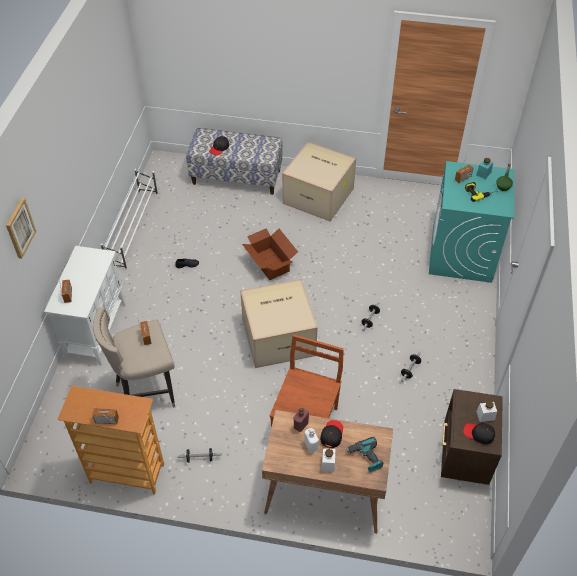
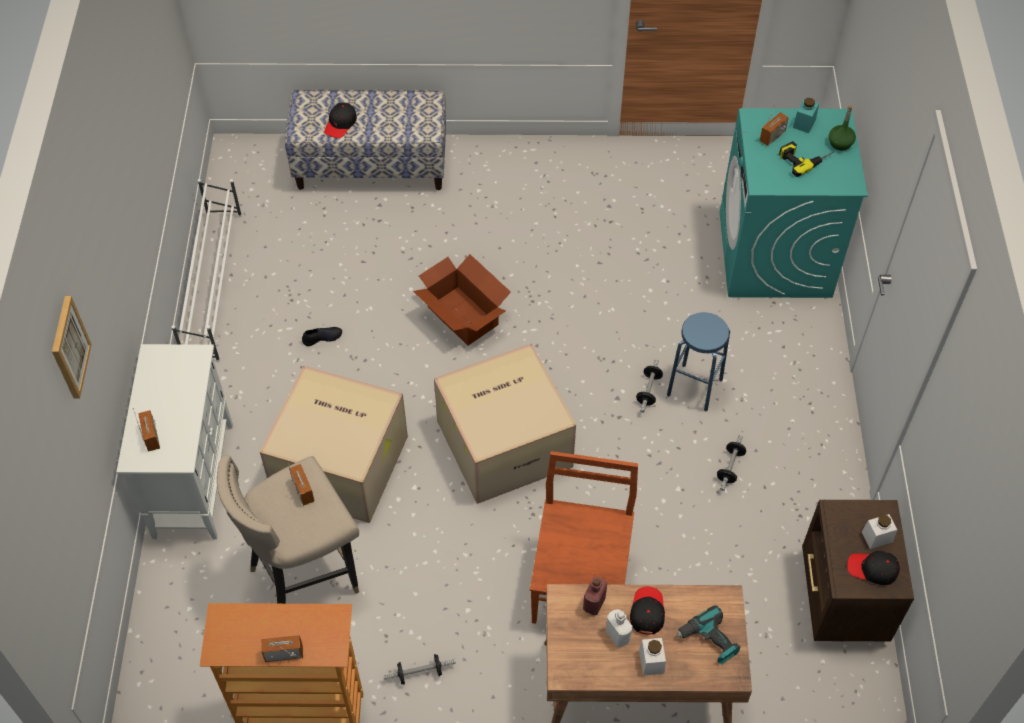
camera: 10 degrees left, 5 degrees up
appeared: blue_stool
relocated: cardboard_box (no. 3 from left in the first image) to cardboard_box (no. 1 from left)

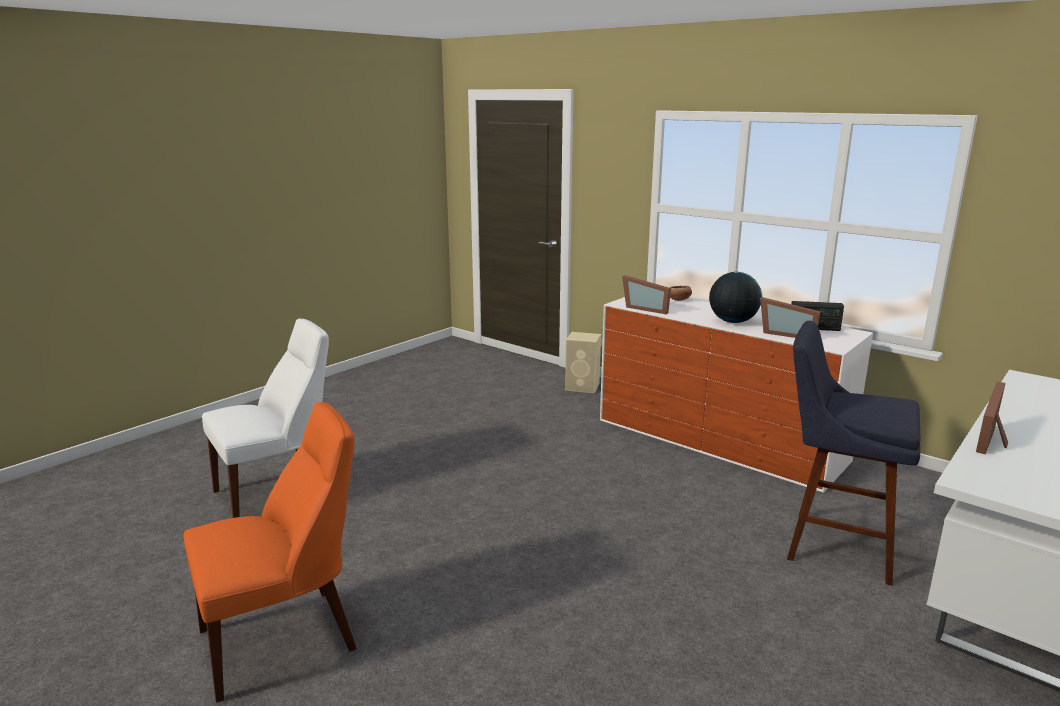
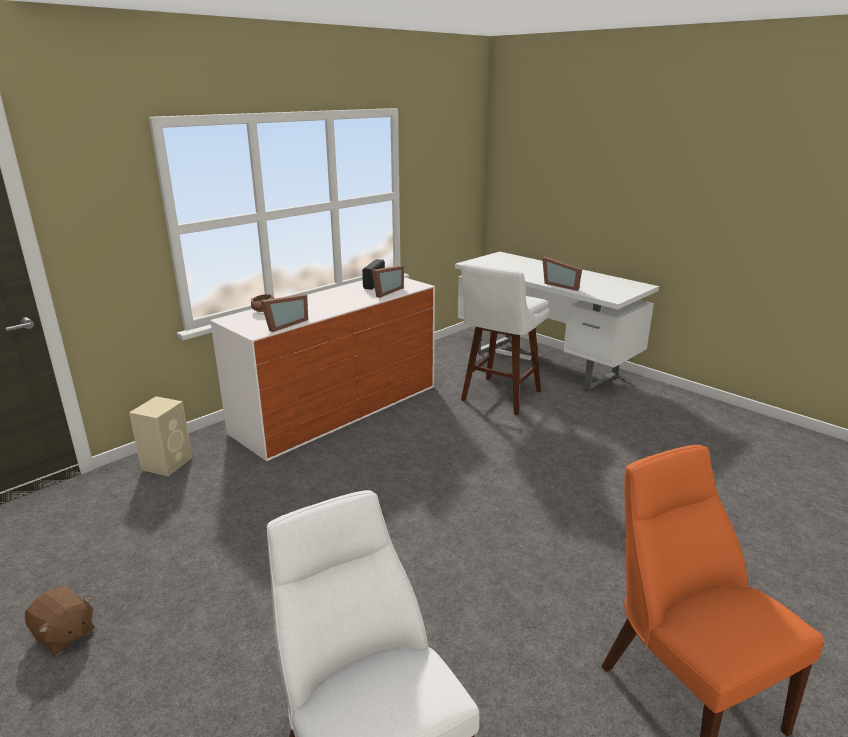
camera: 85 degrees left, 5 degrees up
missing: globe
appeared: brown_plush_toy
colour: blue_stool to white_stool

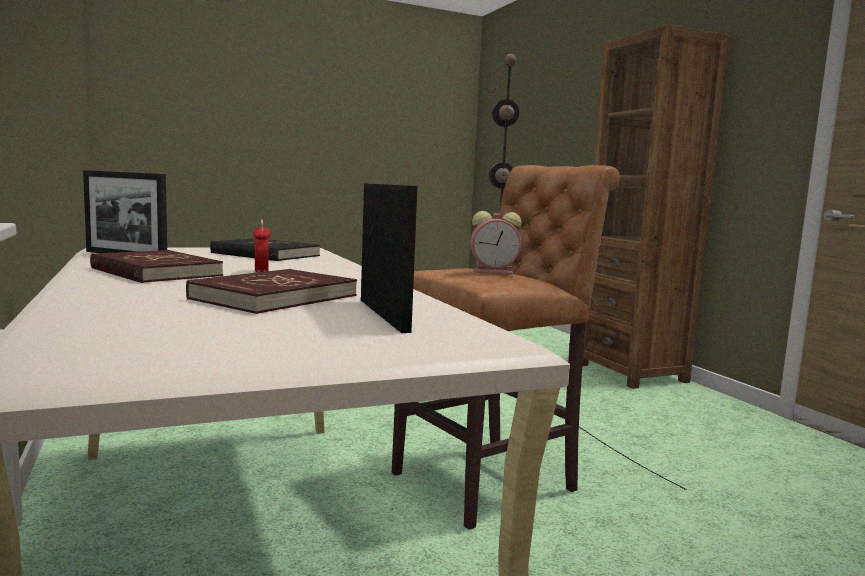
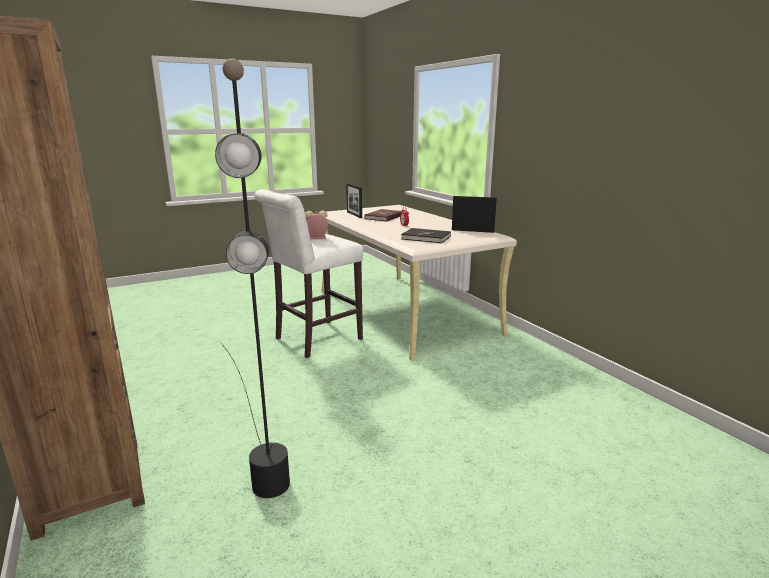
camera: 175 degrees right, 10 degrees up
missing: red_book (no. 1 from left)
colour: brown_stool to white_stool

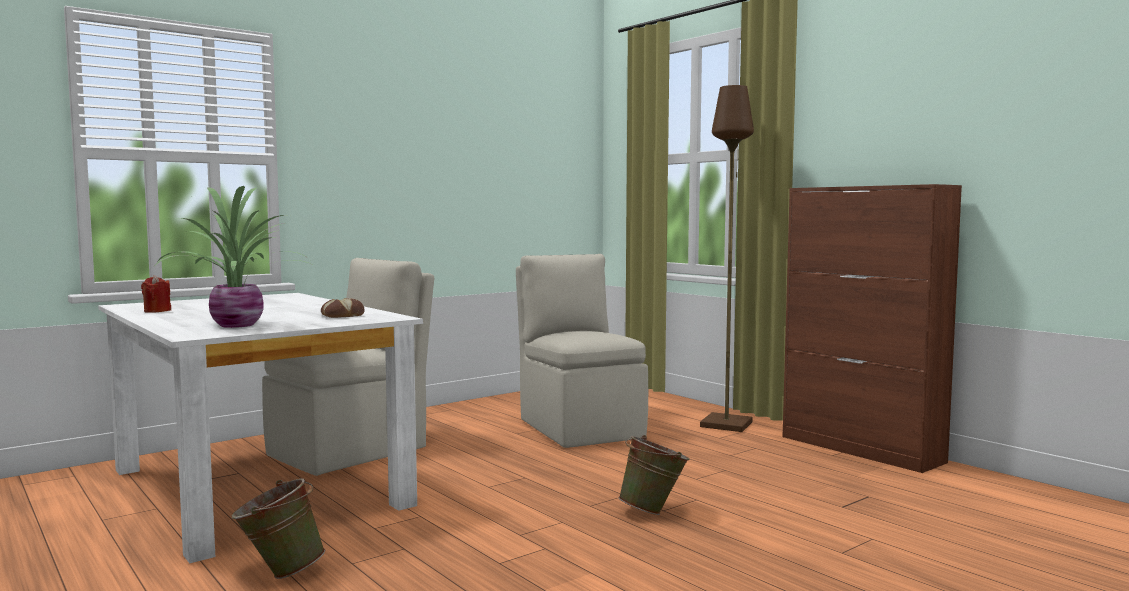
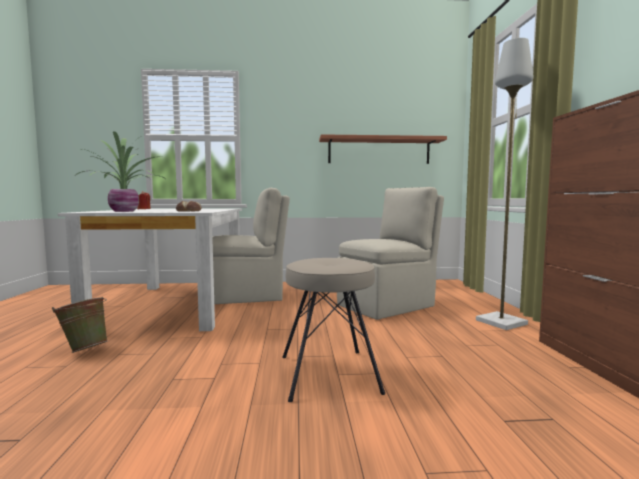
camera: 35 degrees right, 0 degrees up
appeared: shelf
exchanged: green_bucket (no. 2 from left) to beige_stool
colour: brown_floor_lamp to grey_floor_lamp
spun: beige_chair (no. 2 from left) 45 degrees clockwise

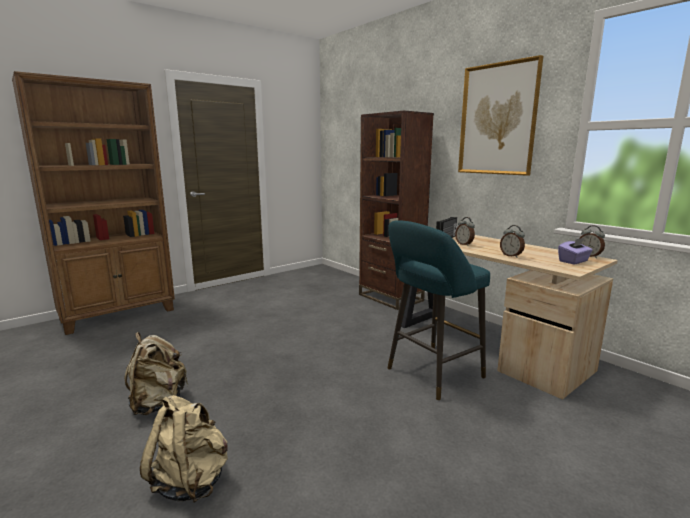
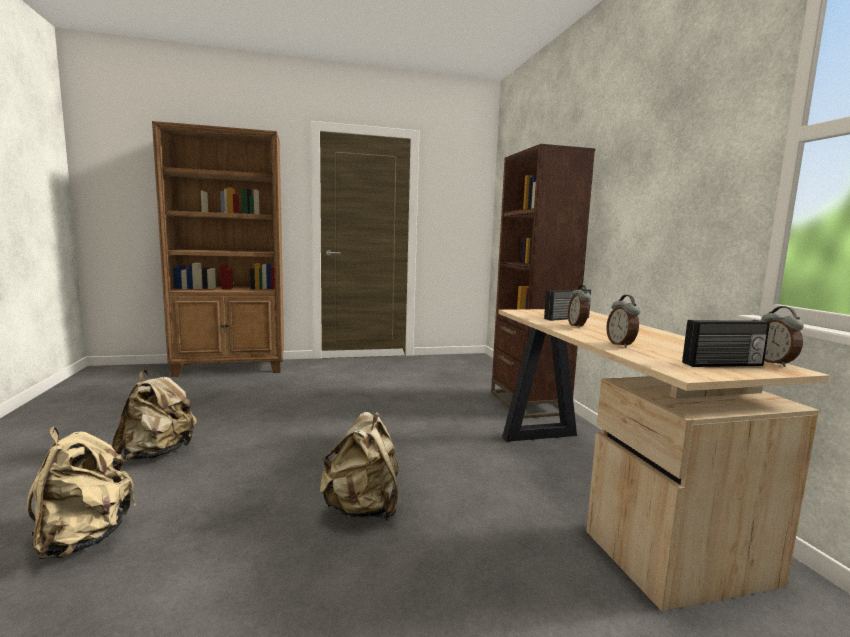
camera: 25 degrees right, 5 degrees down
missing: turquoise_stool; picture
appeared: beige_backpack (no. 3 from left)
exchanged: purple_tissue_box to radio (no. 2 from left)

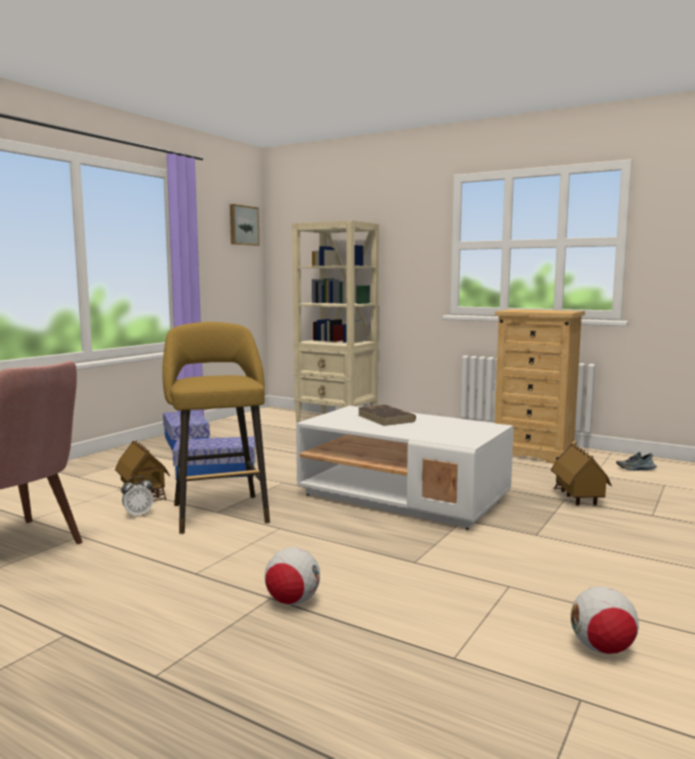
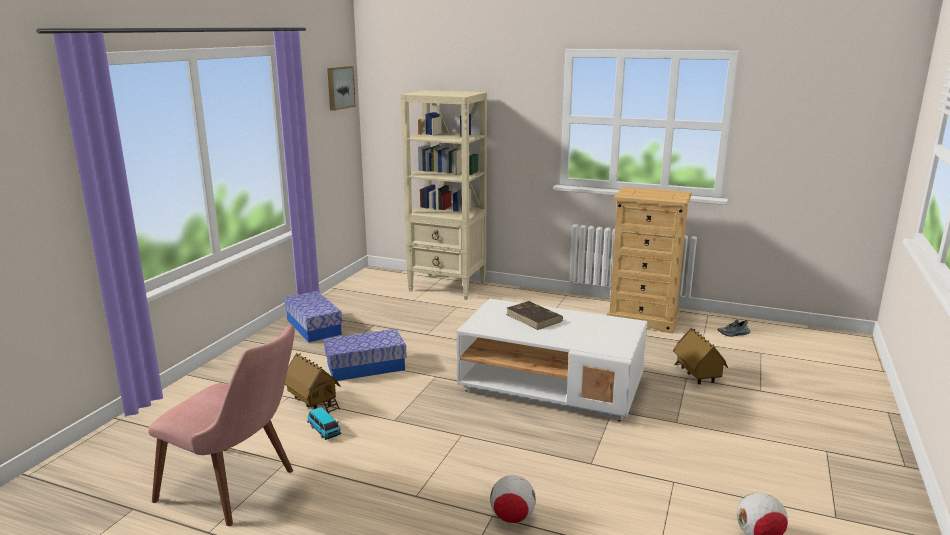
camera: 10 degrees left, 10 degrees up
missing: yellow_stool
exchanged: alarm_clock to toy_car

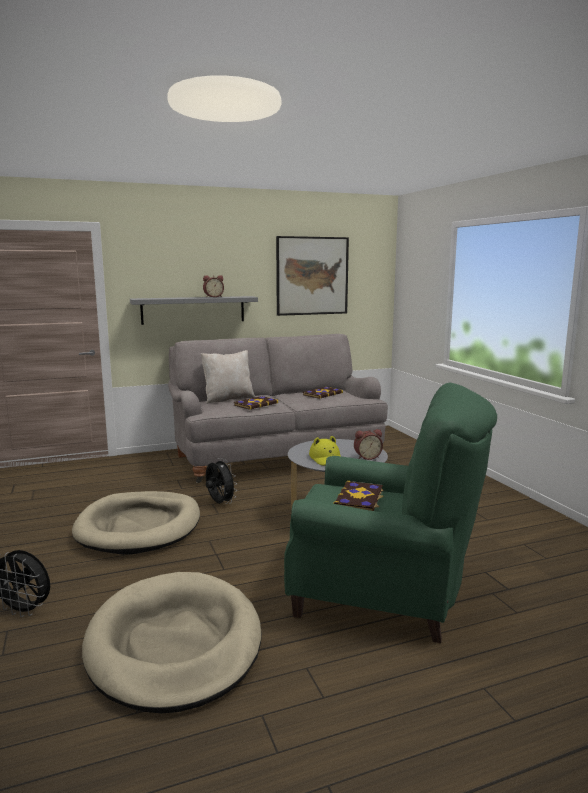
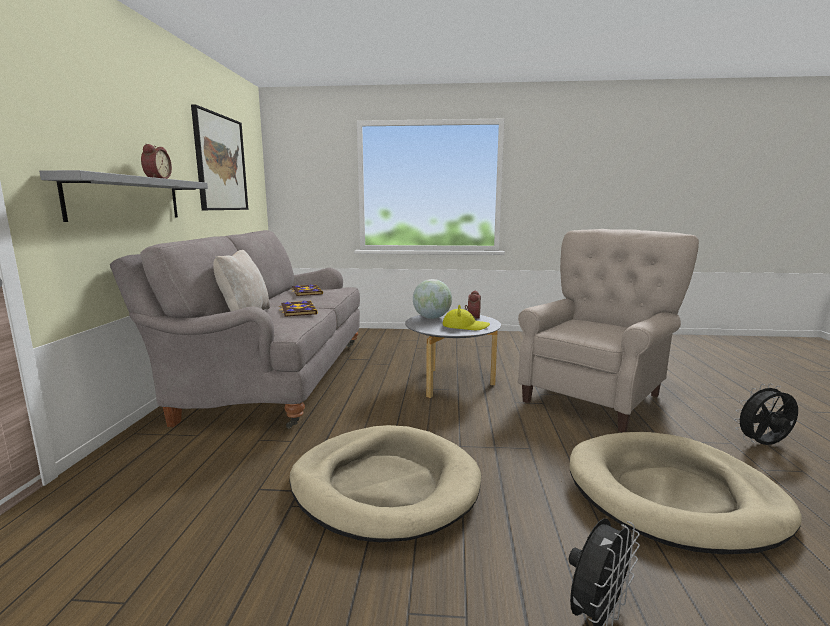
camera: 65 degrees left, 0 degrees up
missing: book (no. 3 from left)
appeared: globe
relocated: black_fan (no. 2 from left)
colour: green_armchair to beige_armchair

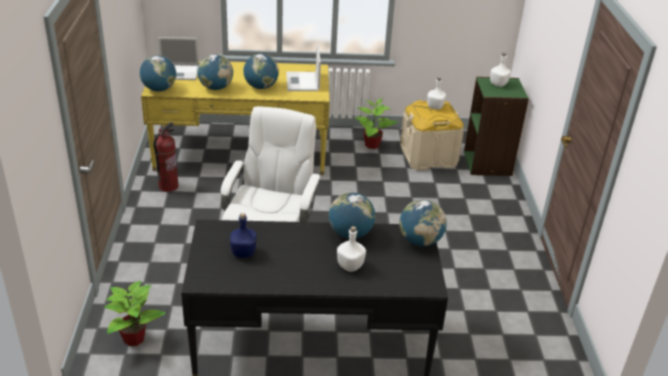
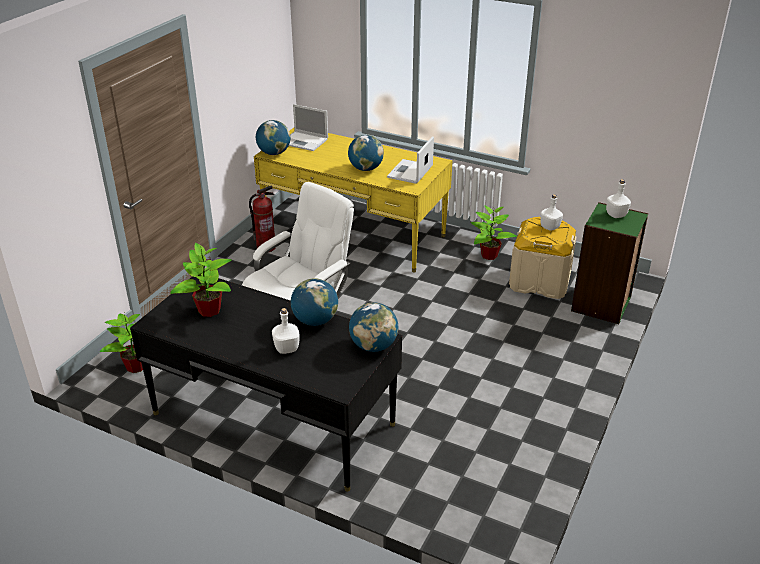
camera: 30 degrees right, 0 degrees up
missing: globe (no. 2 from left)
exchanged: blue_bottle to potted_plant (no. 2 from left)

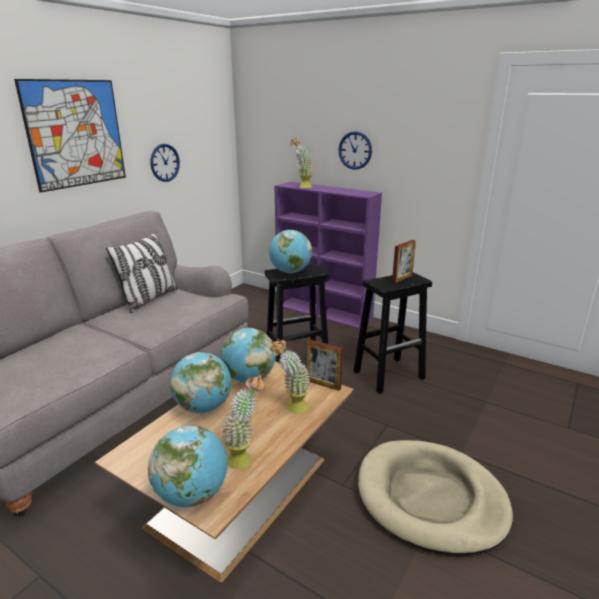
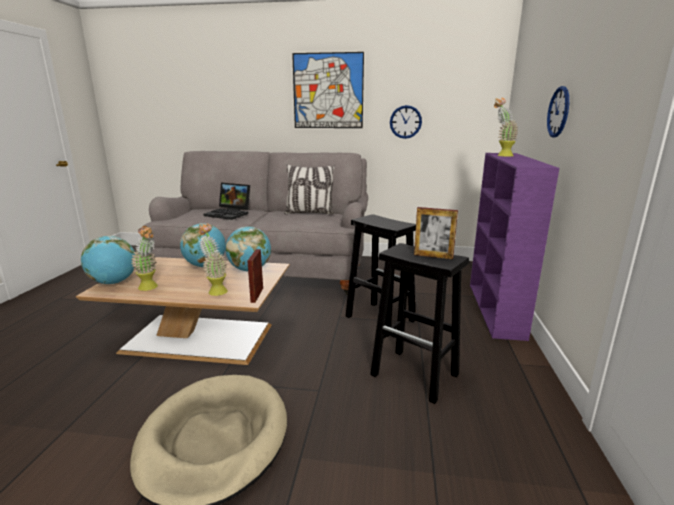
camera: 65 degrees right, 5 degrees down
missing: globe (no. 4 from left)
appeared: laptop

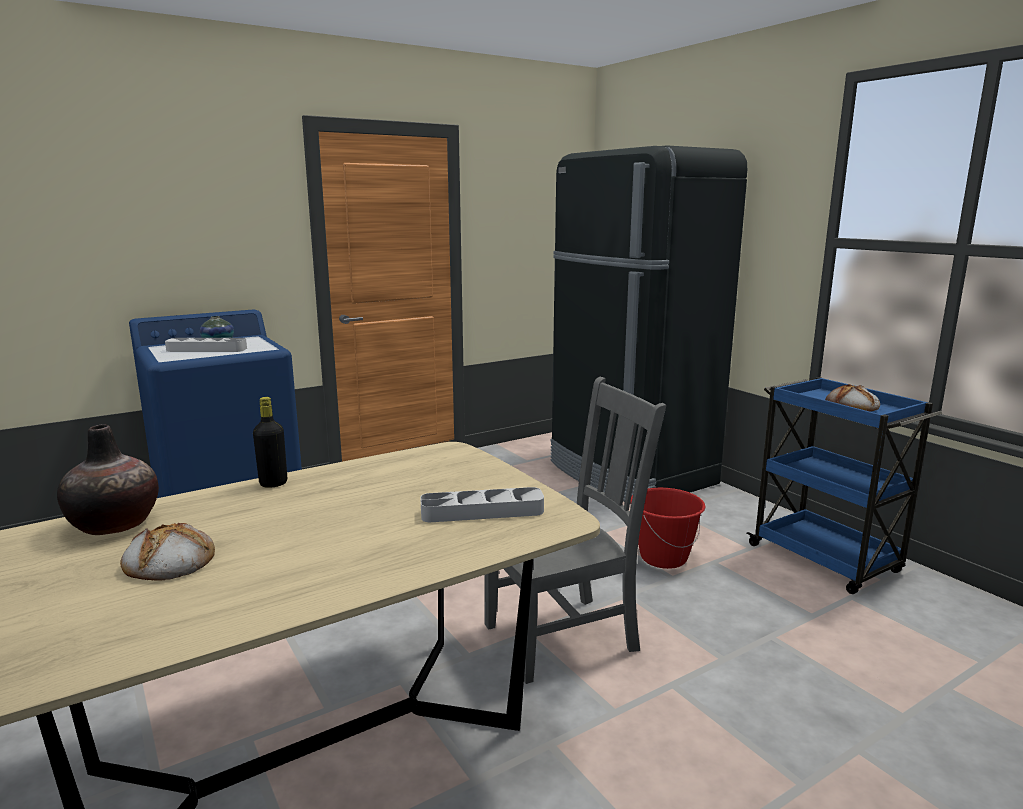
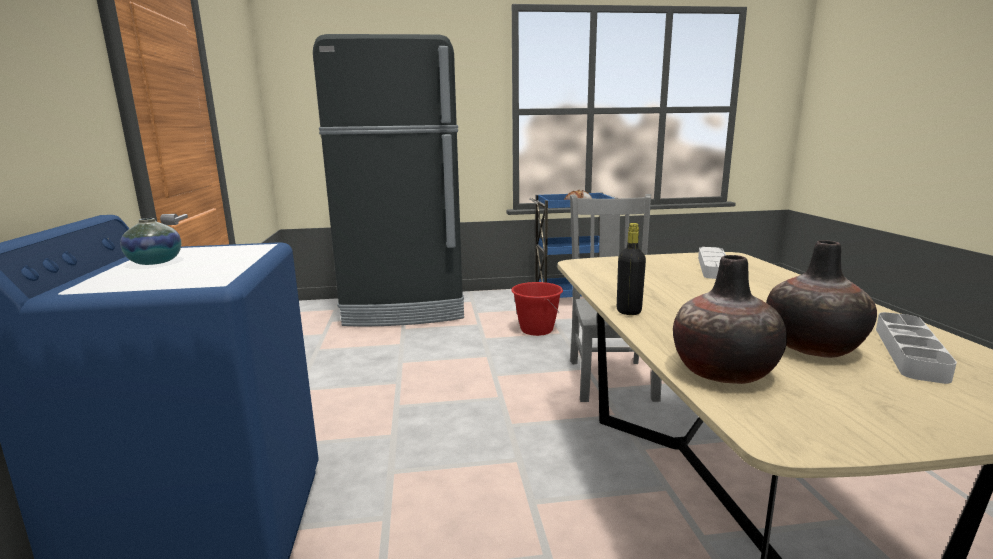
camera: 65 degrees left, 0 degrees up
relocated: grey_tray (no. 1 from left in the first image) to grey_tray (no. 2 from left)
exchanged: bread (no. 1 from left) to vase (no. 3 from left)

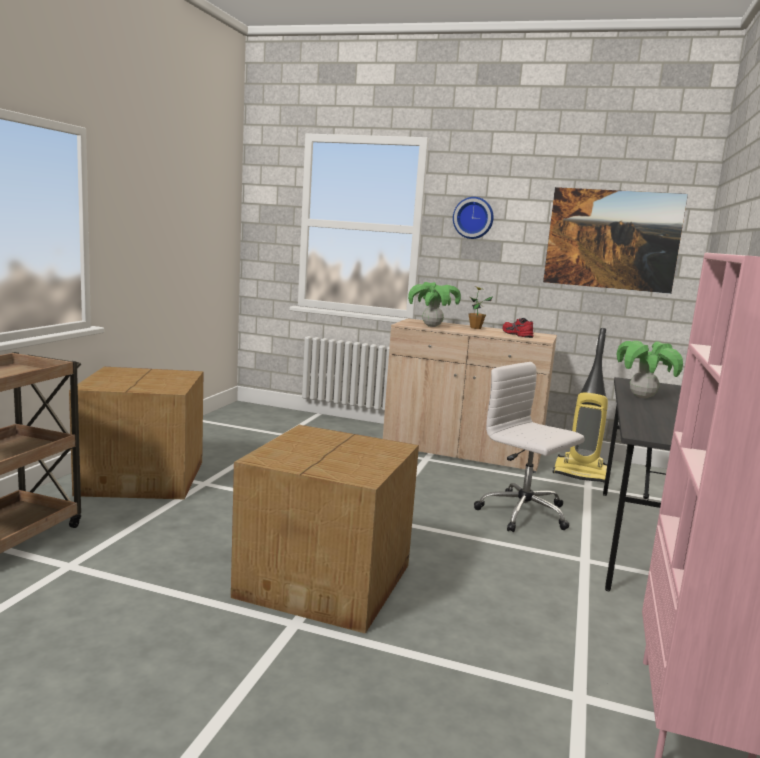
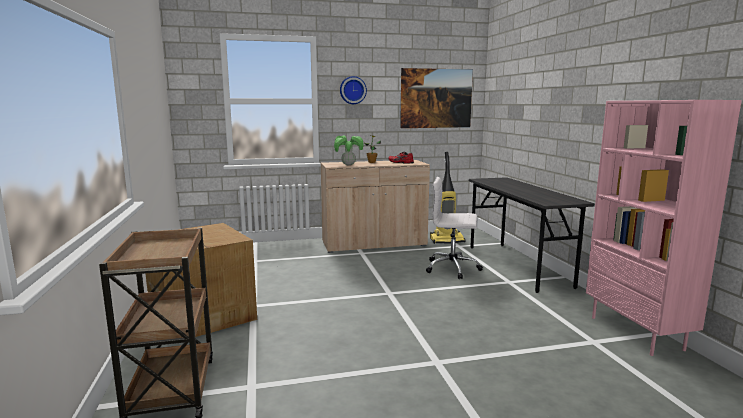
camera: 30 degrees left, 0 degrees up
missing: cardboard_box (no. 2 from left); potted_plant (no. 3 from left)

